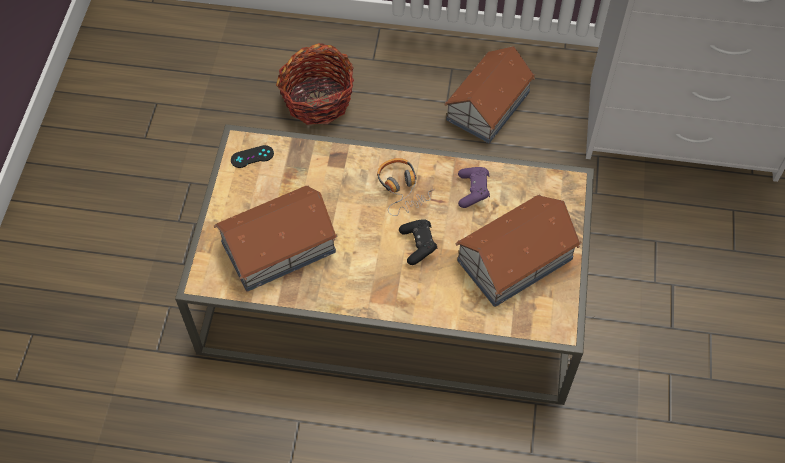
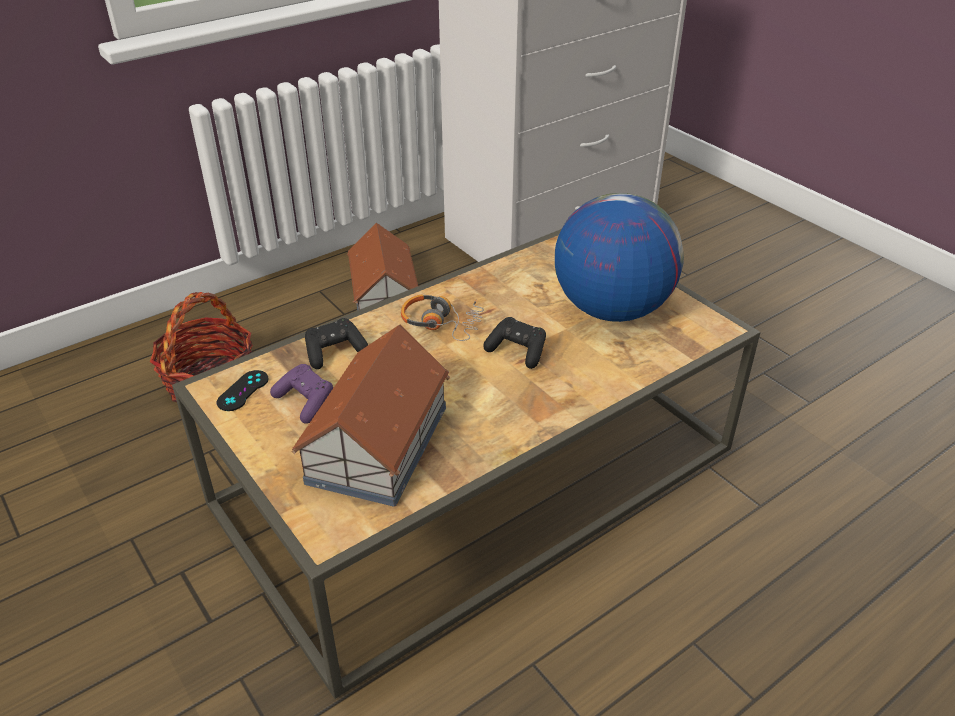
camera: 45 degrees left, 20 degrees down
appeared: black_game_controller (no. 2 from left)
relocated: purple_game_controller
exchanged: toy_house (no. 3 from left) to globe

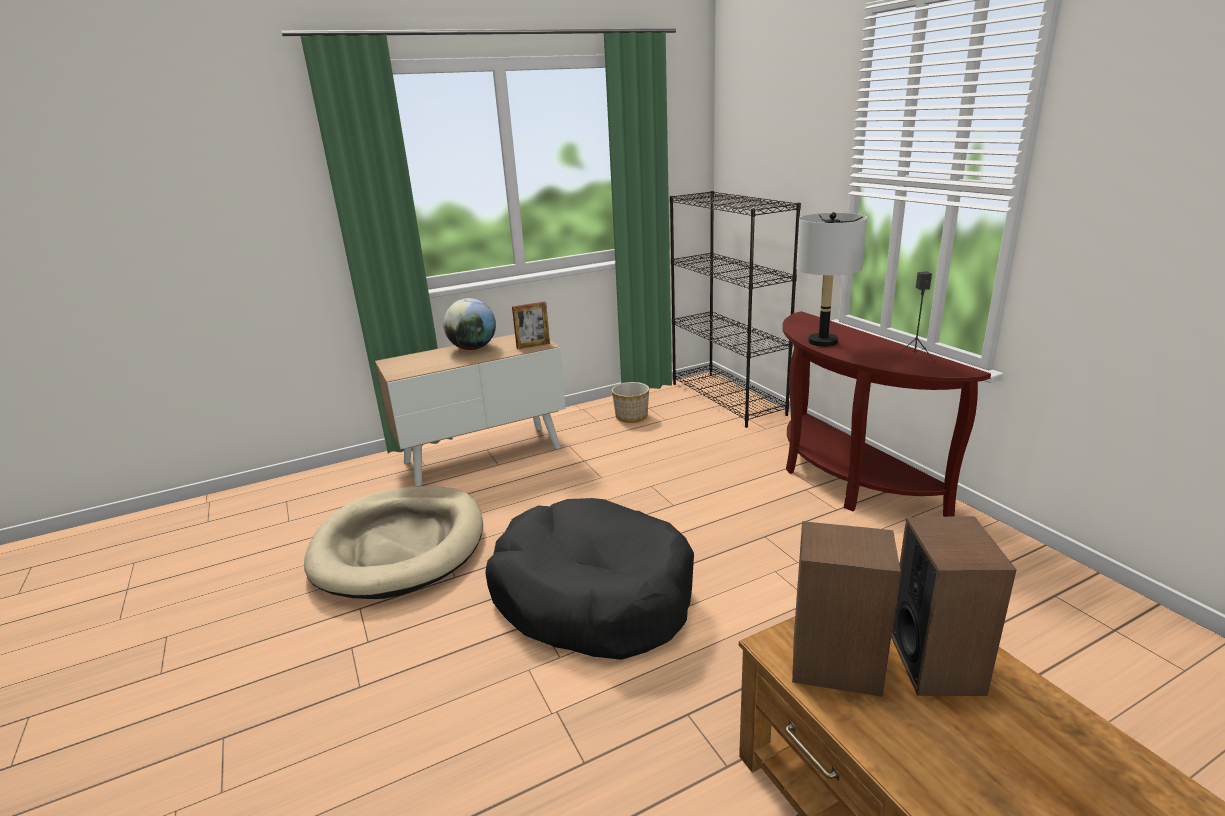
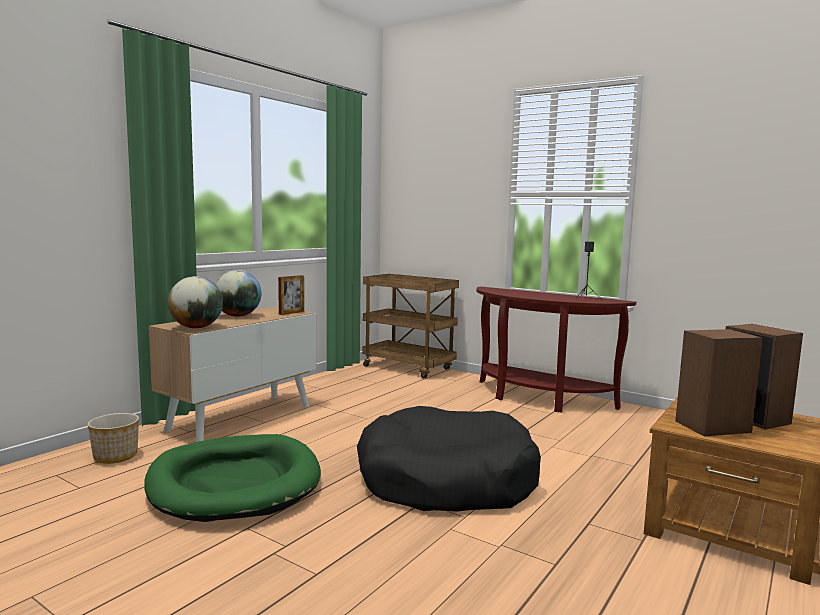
camera: 30 degrees left, 15 degrees down
missing: grey_table_lamp
appeared: globe (no. 1 from left)
relocated: planter
exchanged: black_bookcase to brown_cart
colour: beige_dog_bed to green_dog_bed

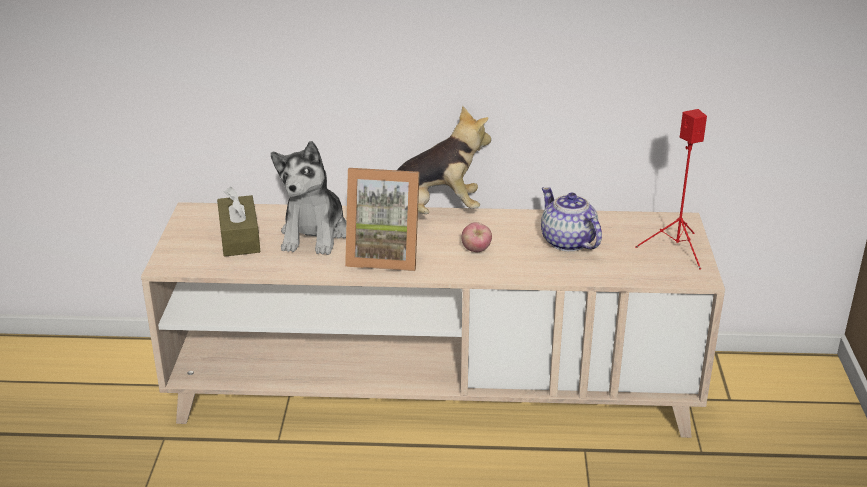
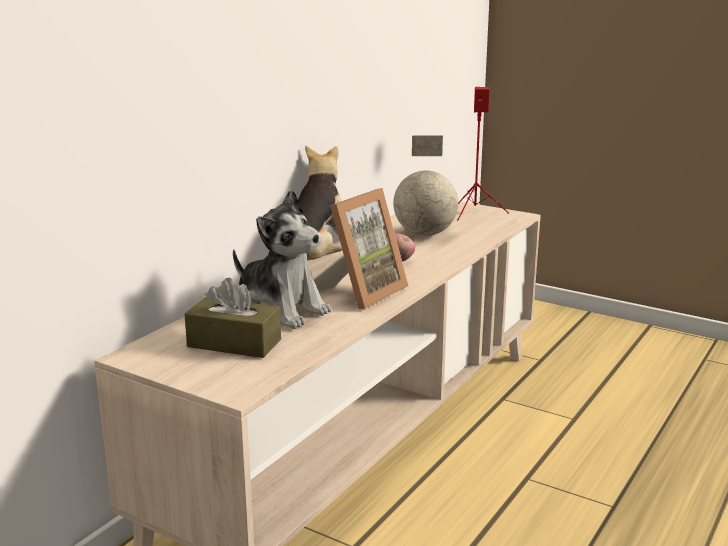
camera: 60 degrees left, 10 degrees down
exchanged: teapot to globe

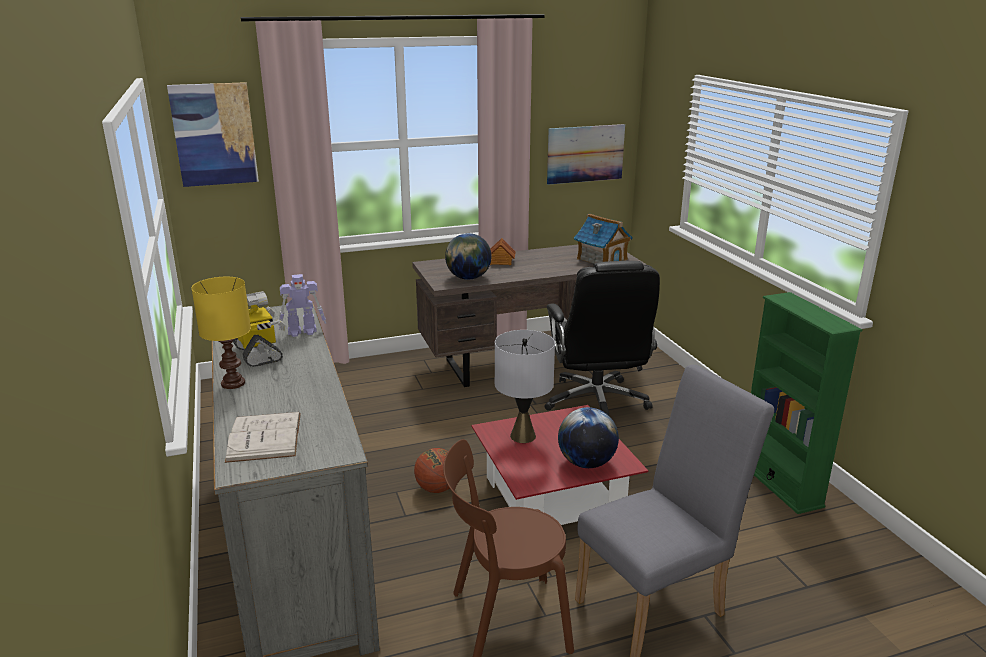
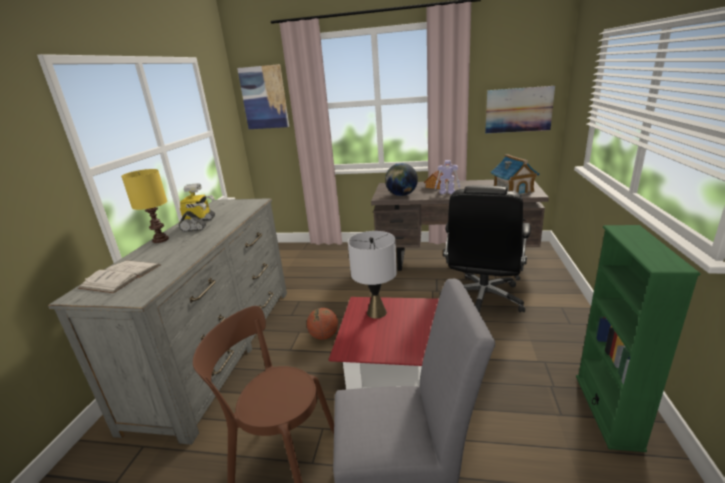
camera: 30 degrees right, 0 degrees up
missing: globe (no. 2 from left)
relocated: toy_robot (no. 2 from left)

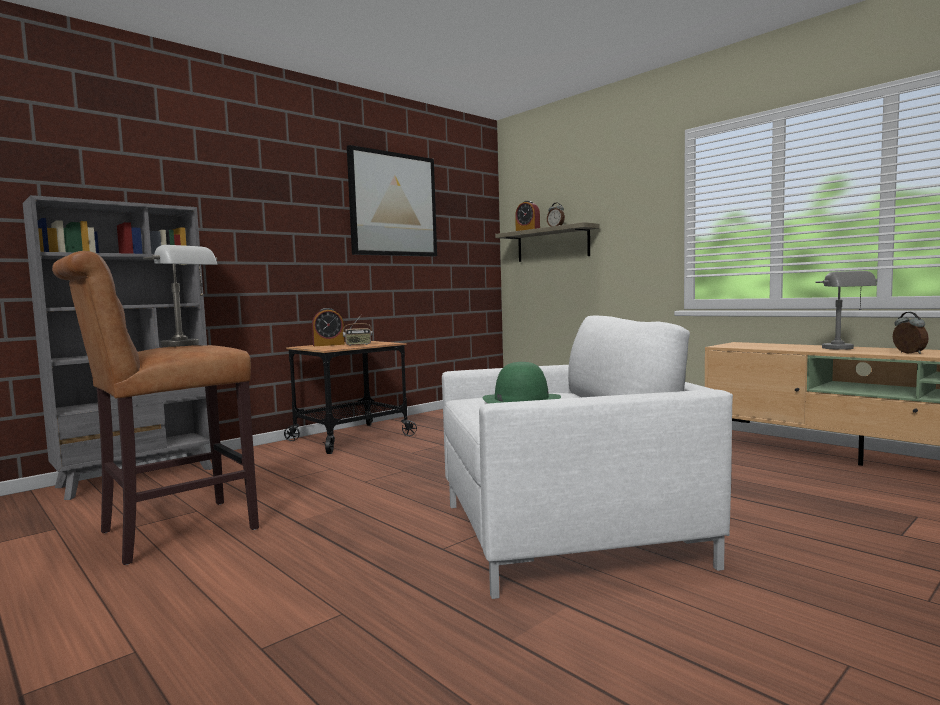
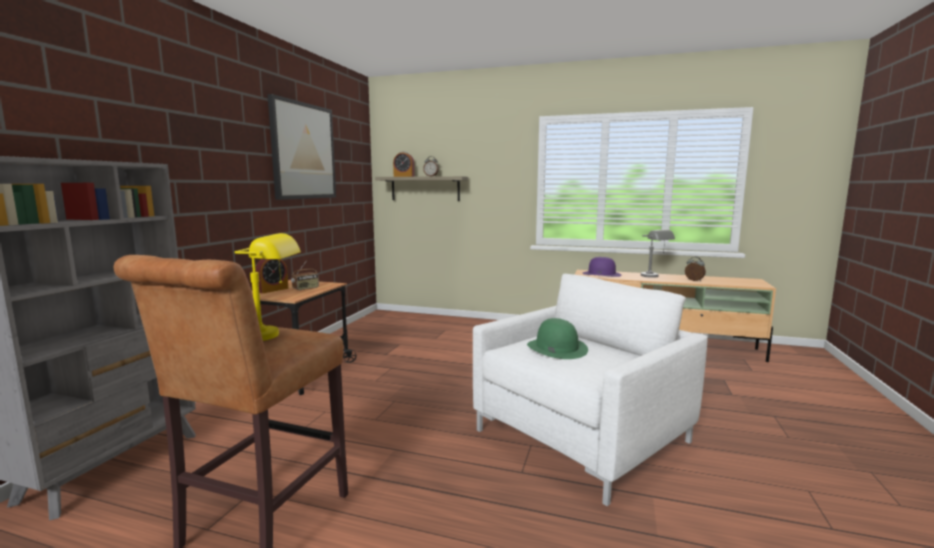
camera: 30 degrees left, 5 degrees up
appeared: purple_hat
colour: grey_table_lamp (no. 1 from left) to yellow_table_lamp

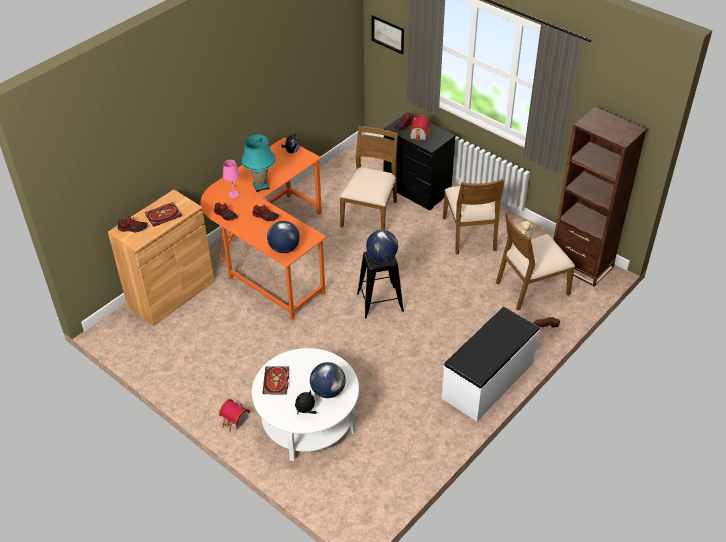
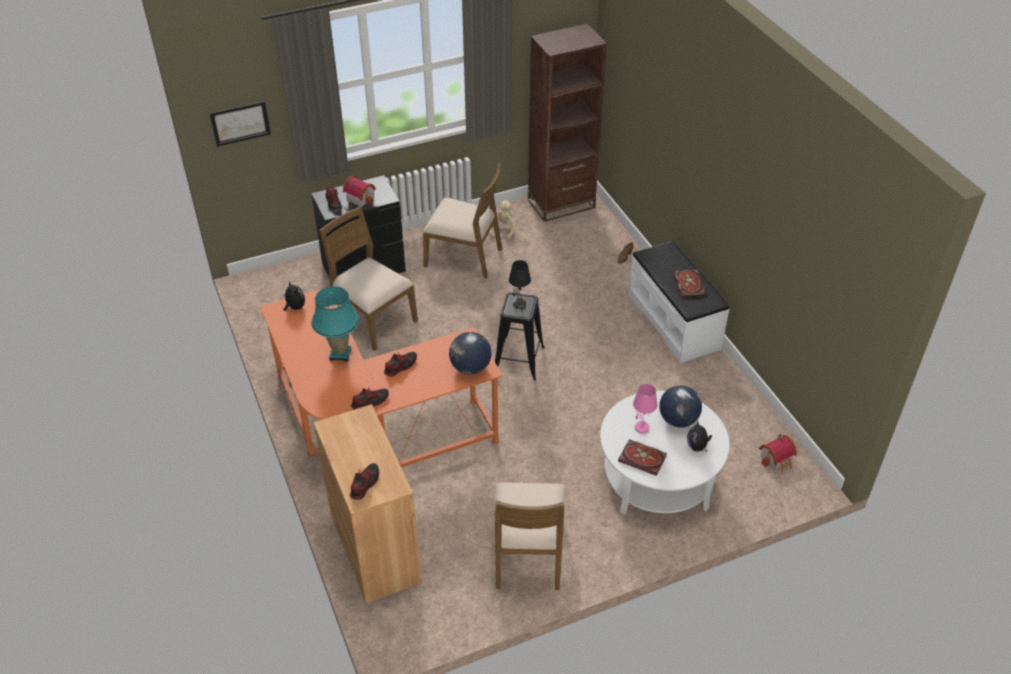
camera: 65 degrees left, 0 degrees up
relocated: book (no. 1 from left in the first image) to book (no. 2 from left); toy_house (no. 1 from left in the first image) to toy_house (no. 2 from left); pink_table_lamp; brown_chair (no. 3 from left)
exchanged: globe (no. 3 from left) to black_table_lamp

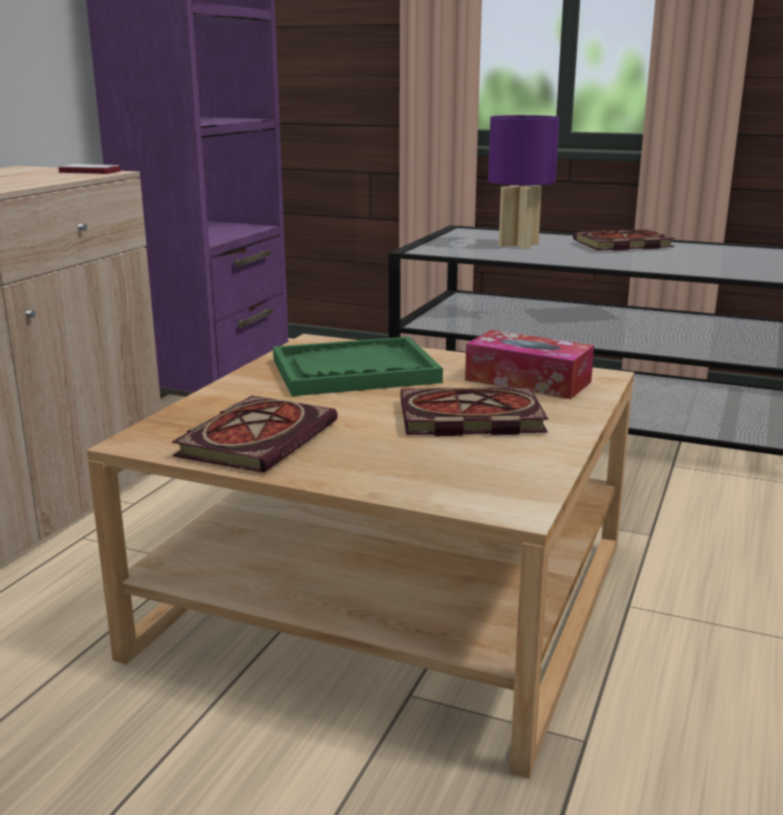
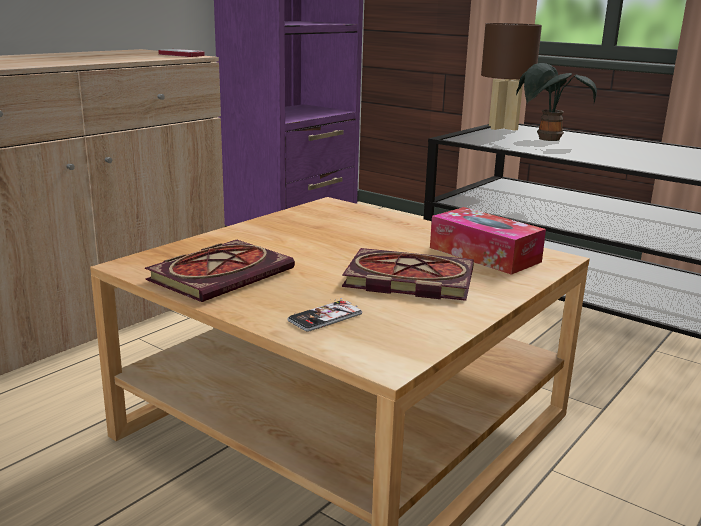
camera: 15 degrees right, 0 degrees up
missing: green_tray; book (no. 3 from left)
appeared: phone (no. 2 from left); brown_table_lamp
exchanged: purple_table_lamp to potted_plant

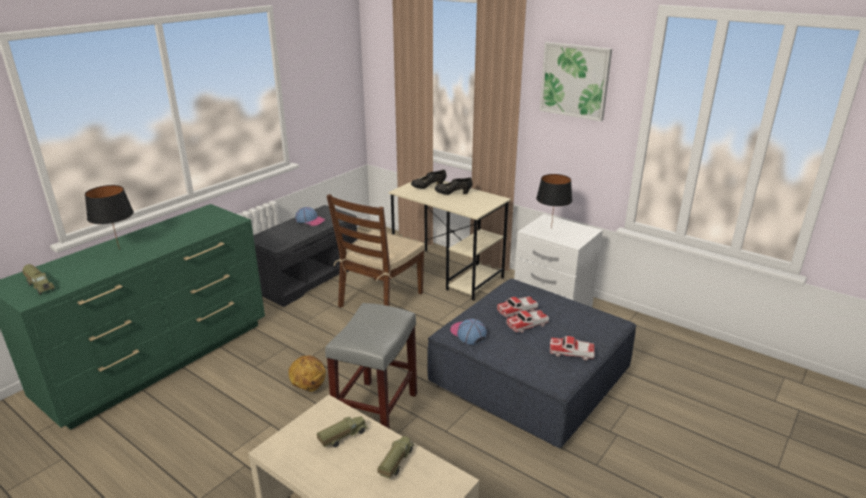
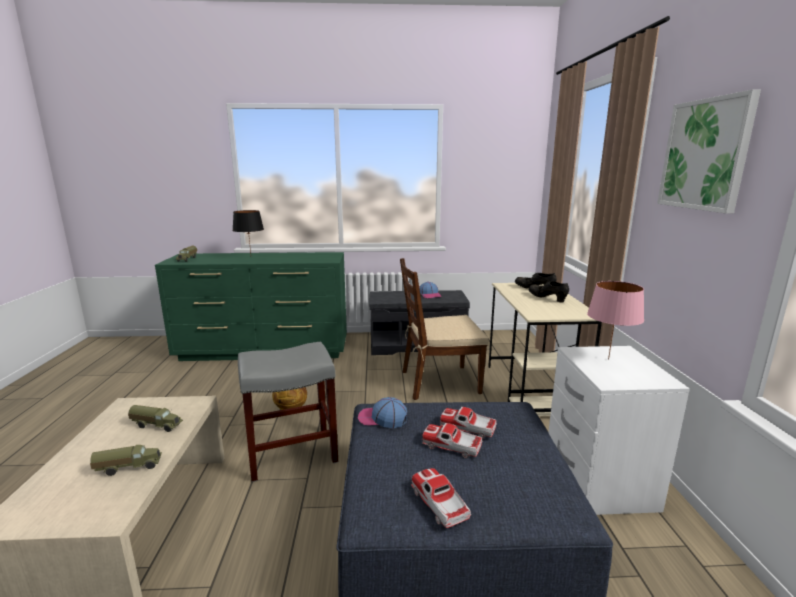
camera: 50 degrees right, 10 degrees down
colour: black_table_lamp (no. 2 from left) to pink_table_lamp
spun: cap (no. 2 from left in the first image) 90 degrees counterclockwise

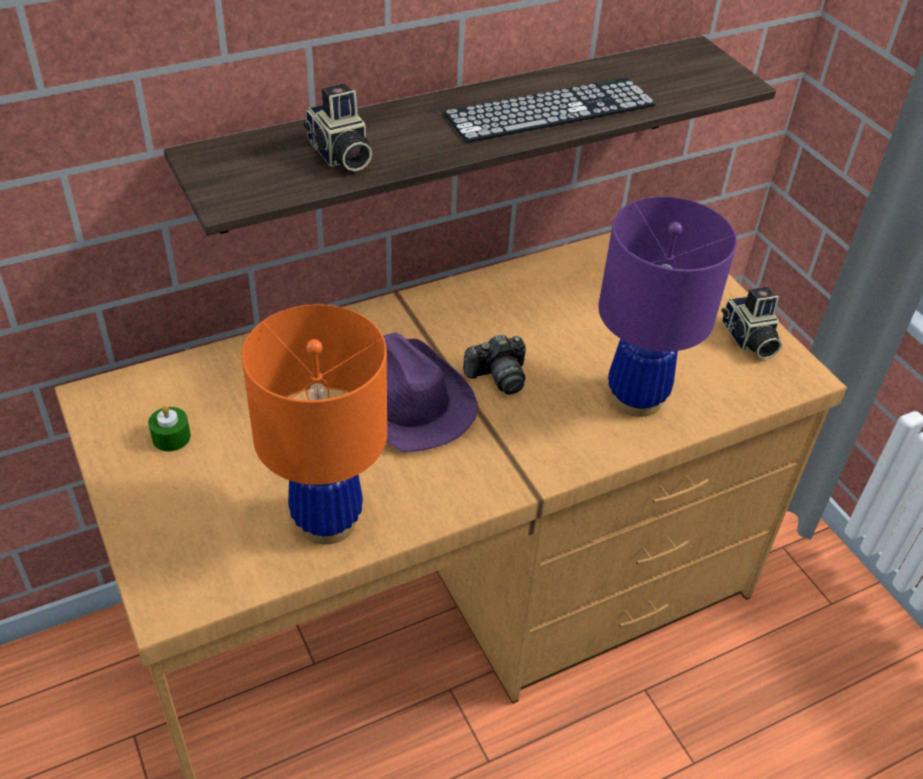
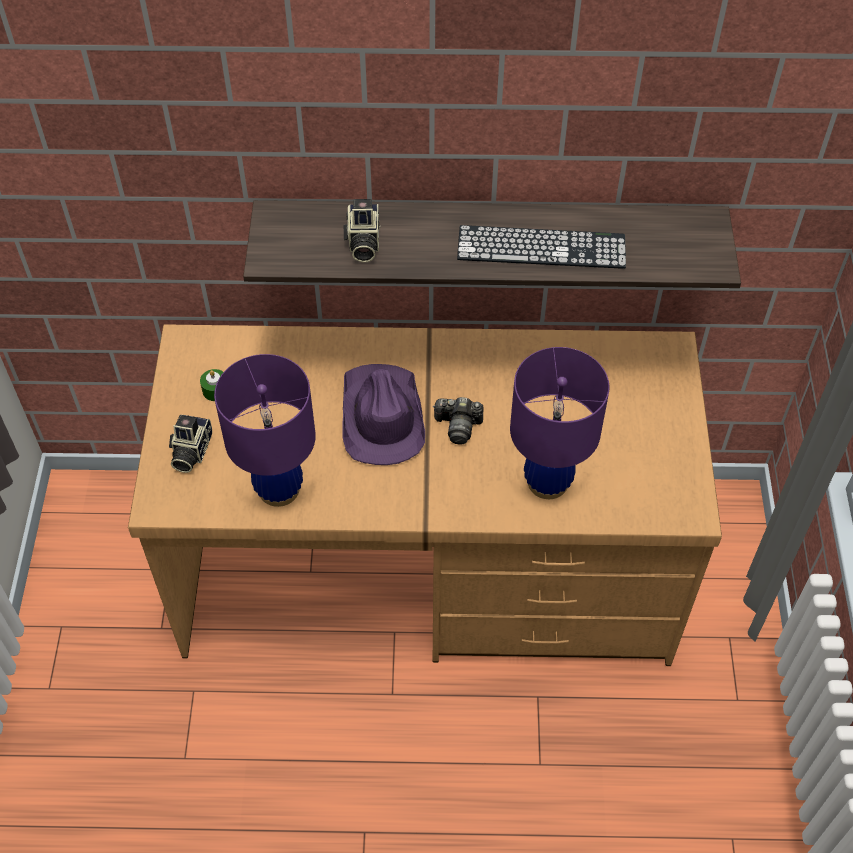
camera: 30 degrees right, 10 degrees up
relocated: photo_camera (no. 3 from left in the first image) to photo_camera (no. 1 from left)
colour: orange_table_lamp to purple_table_lamp (no. 1 from left)

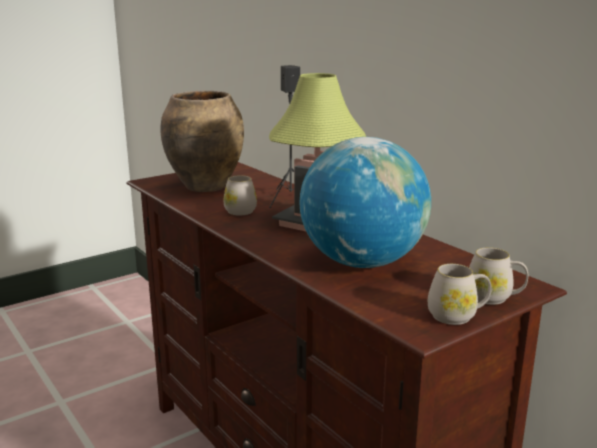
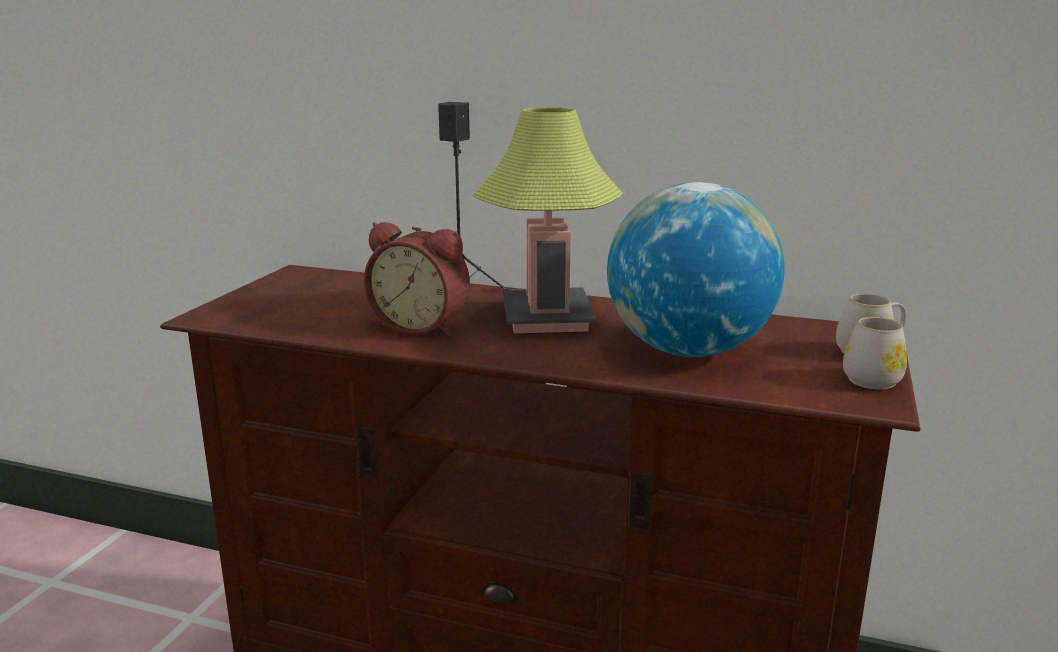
camera: 35 degrees left, 0 degrees up
missing: brown_vase
exchanged: white_mug (no. 1 from left) to alarm_clock

